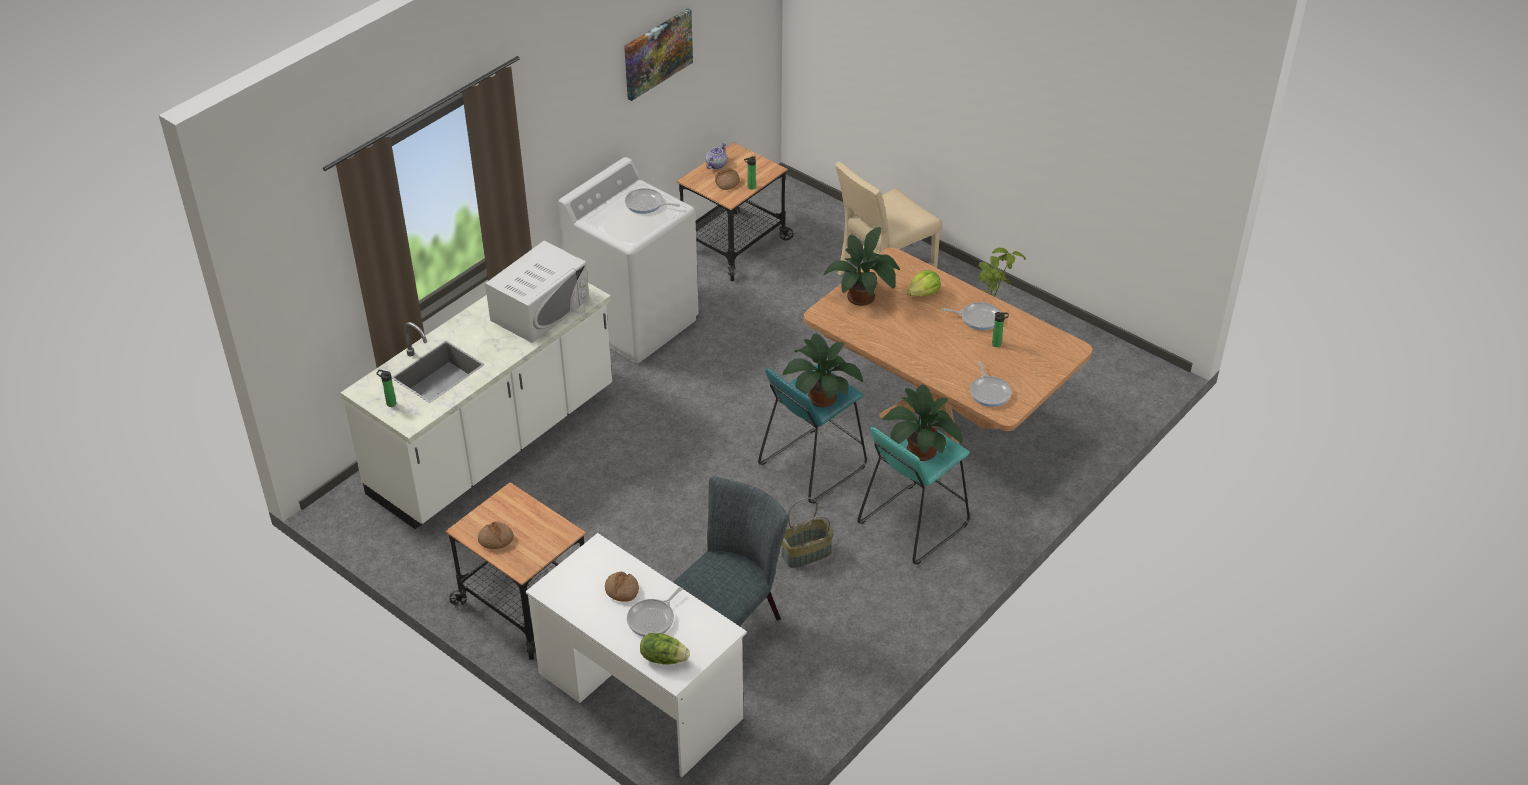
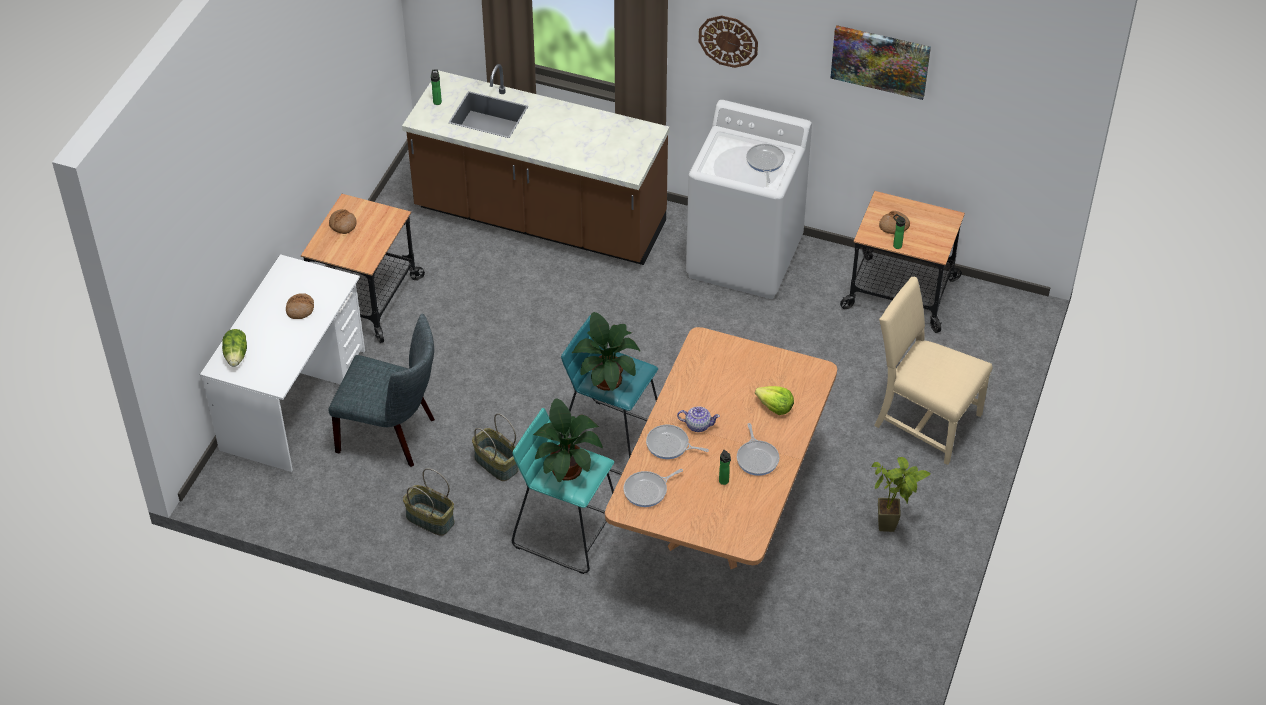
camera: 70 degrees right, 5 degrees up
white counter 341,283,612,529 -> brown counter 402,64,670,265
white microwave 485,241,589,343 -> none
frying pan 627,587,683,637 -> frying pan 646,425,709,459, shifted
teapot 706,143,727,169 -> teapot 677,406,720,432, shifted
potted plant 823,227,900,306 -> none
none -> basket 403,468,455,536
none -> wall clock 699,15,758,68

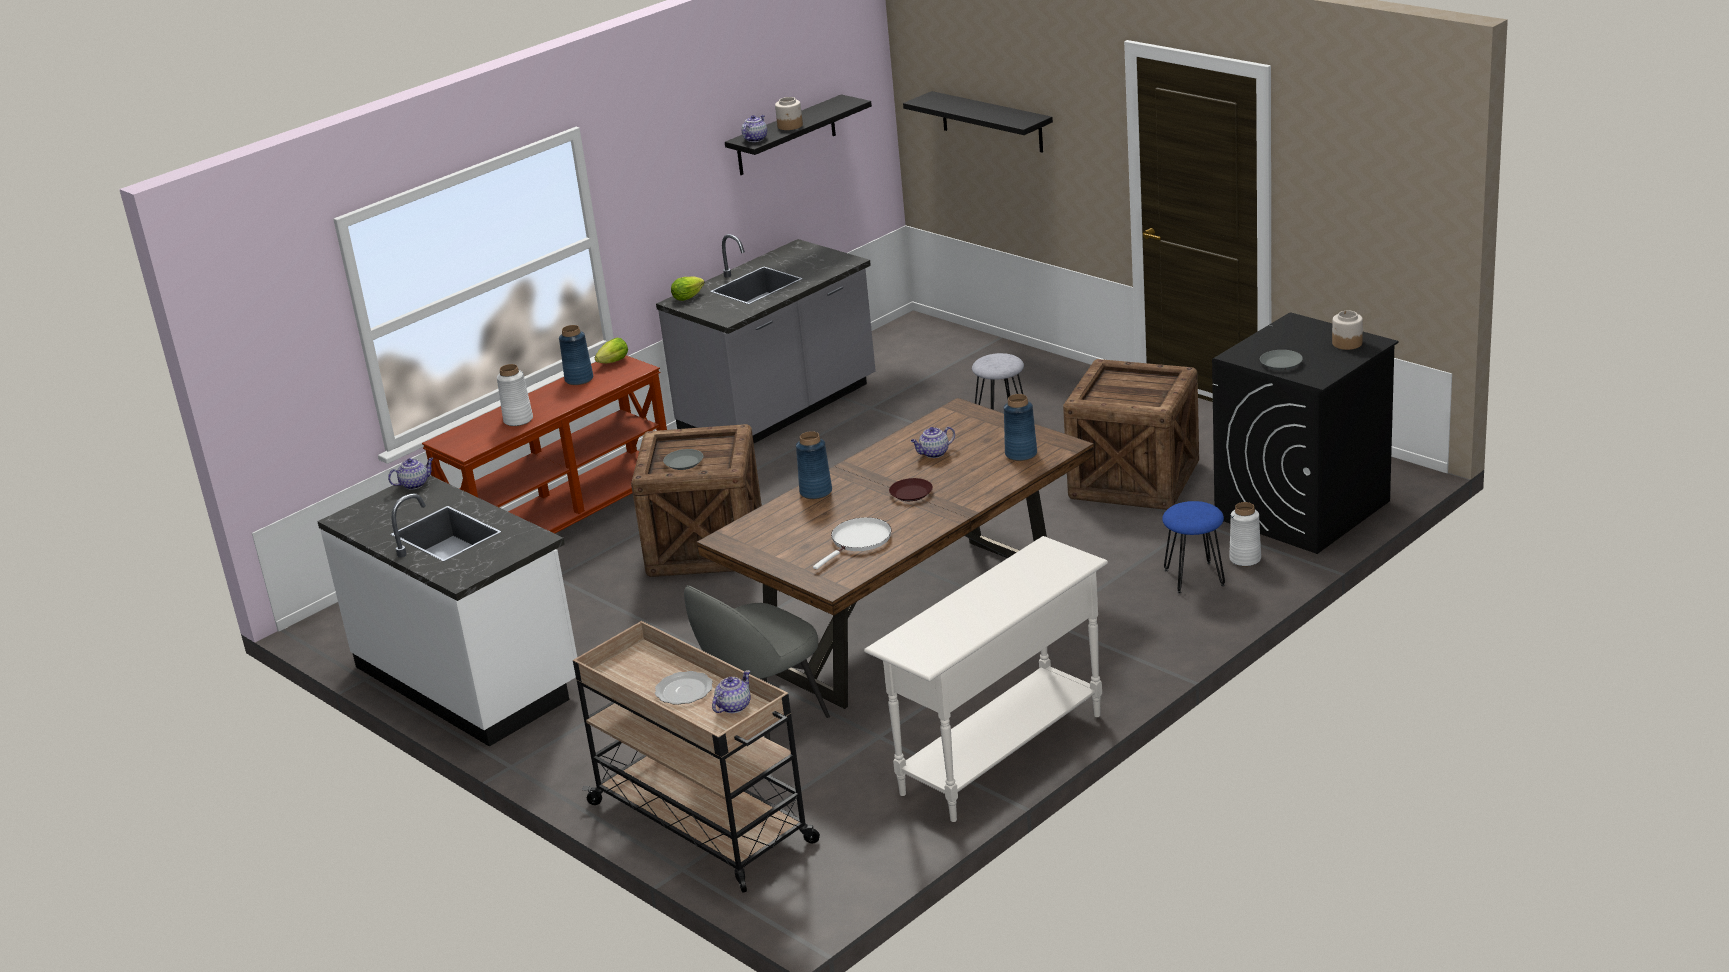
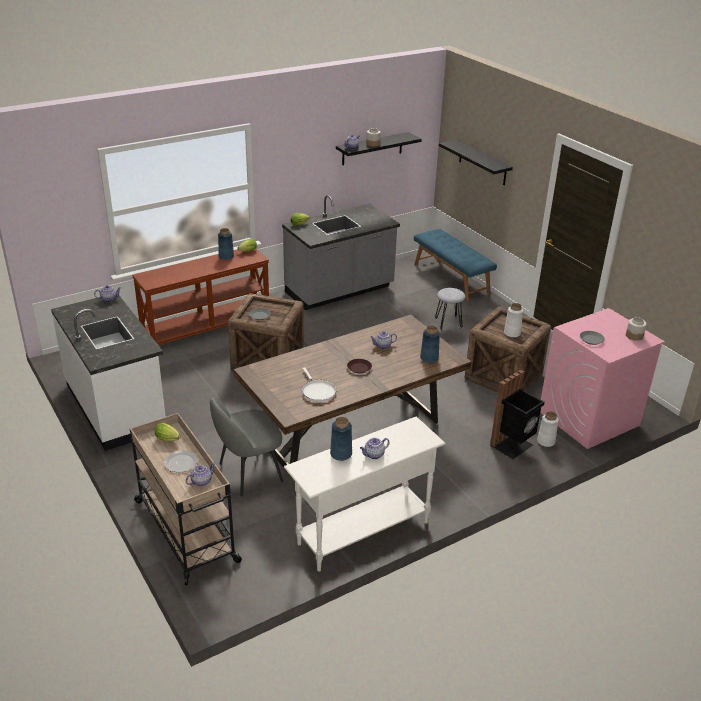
camera: 10 degrees right, 5 degrees up
white vase 497,364,533,426 -> white vase 504,303,523,338, shifted
blue vase 796,431,832,499 -> blue vase 330,417,352,461, shifted
white frying pan 813,517,892,570 -> white frying pan 302,367,336,402, 105 degrees clockwise
blue stool 1162,501,1225,594 -> black trash can 490,370,545,459
black washing machine 1212,312,1398,554 -> pink washing machine 540,308,665,449
none -> lettuce 155,423,181,441
none -> teapot 360,438,390,459
none -> blue bench 414,229,497,301

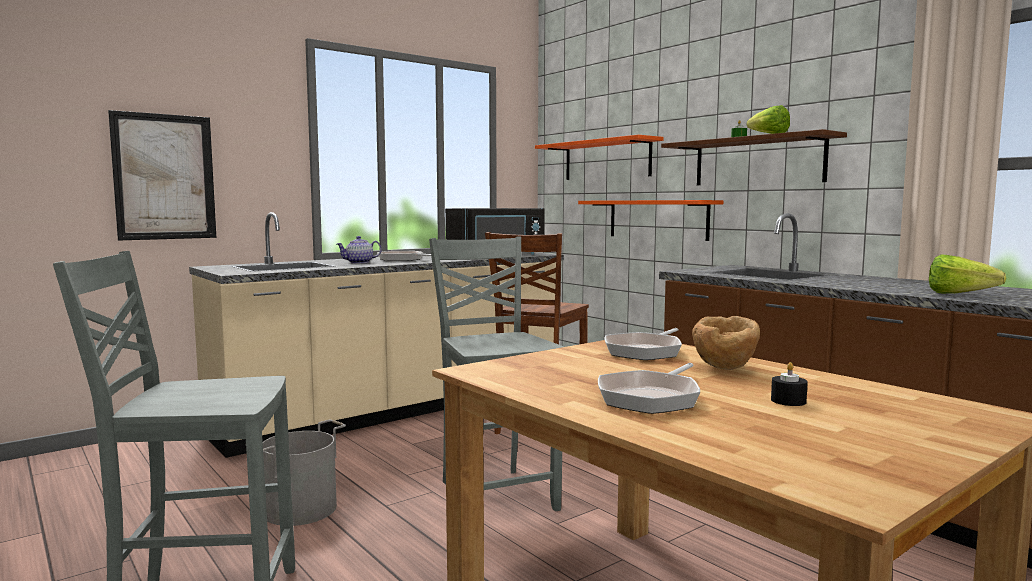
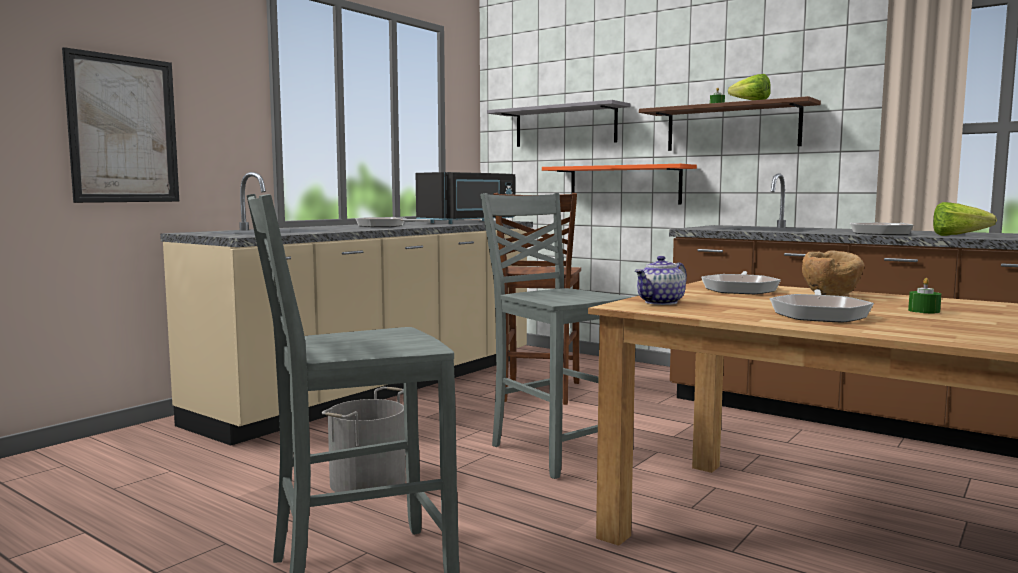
camera: 15 degrees left, 0 degrees up
teapot 337,236,382,264 -> teapot 635,256,687,305, shifted
orange shelf 535,135,664,180 -> grey shelf 487,100,630,147
black candle 771,362,808,406 -> green candle 908,278,941,313
none -> frying pan 850,223,914,235

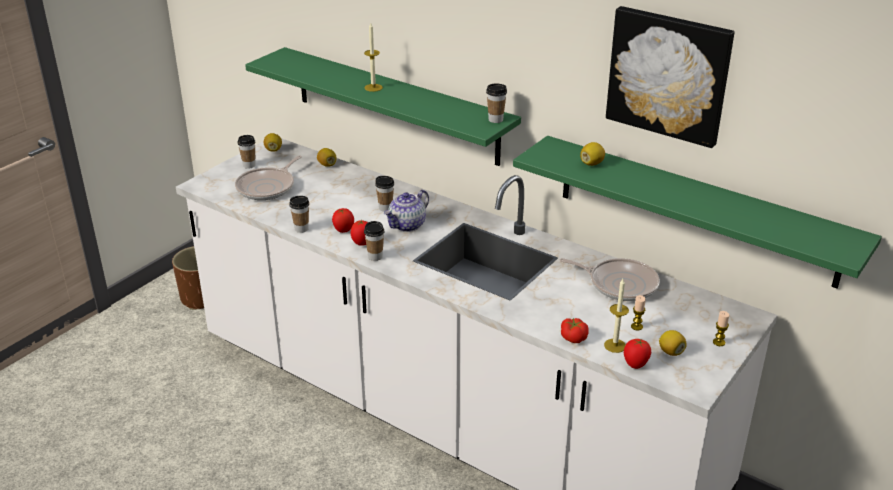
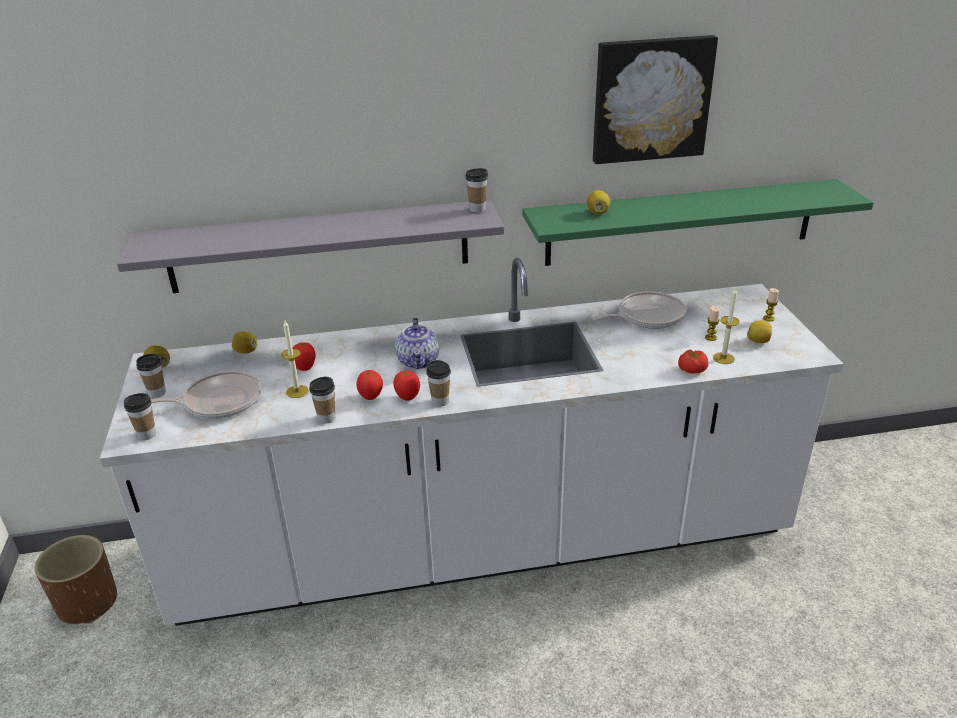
camera: 45 degrees left, 0 degrees up
frying pan 235,155,302,200 -> frying pan 151,371,261,419, 90 degrees counterclockwise
green shelf 245,47,521,166 -> grey shelf 117,200,504,293
candle 364,23,383,92 -> candle 281,320,308,398, shifted
cup 375,176,394,212 -> cup 124,393,156,440, shifted
tomato 624,339,651,369 -> tomato 292,342,316,371, shifted

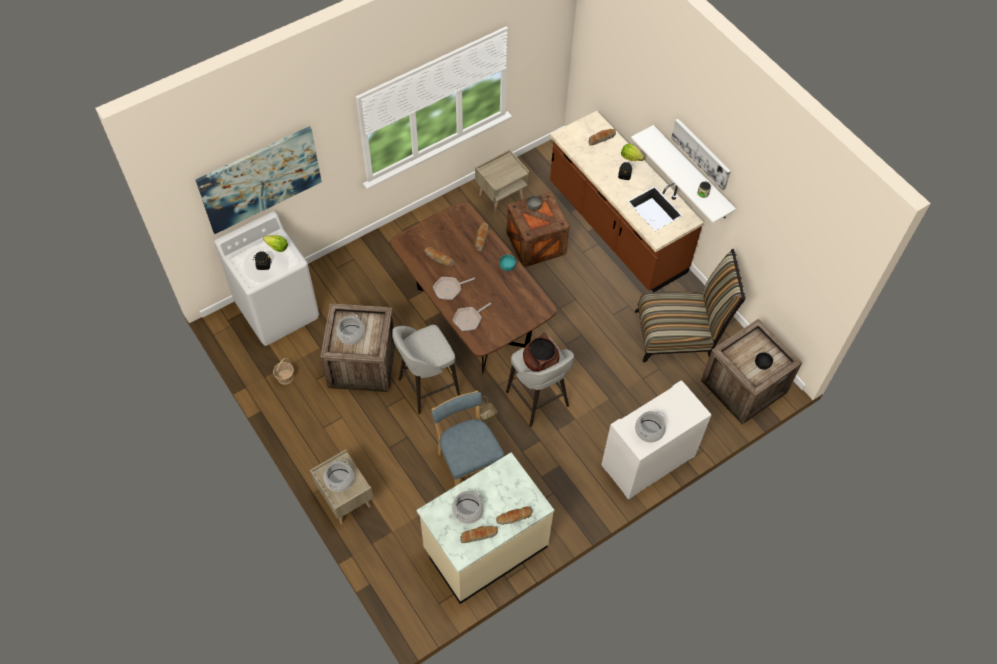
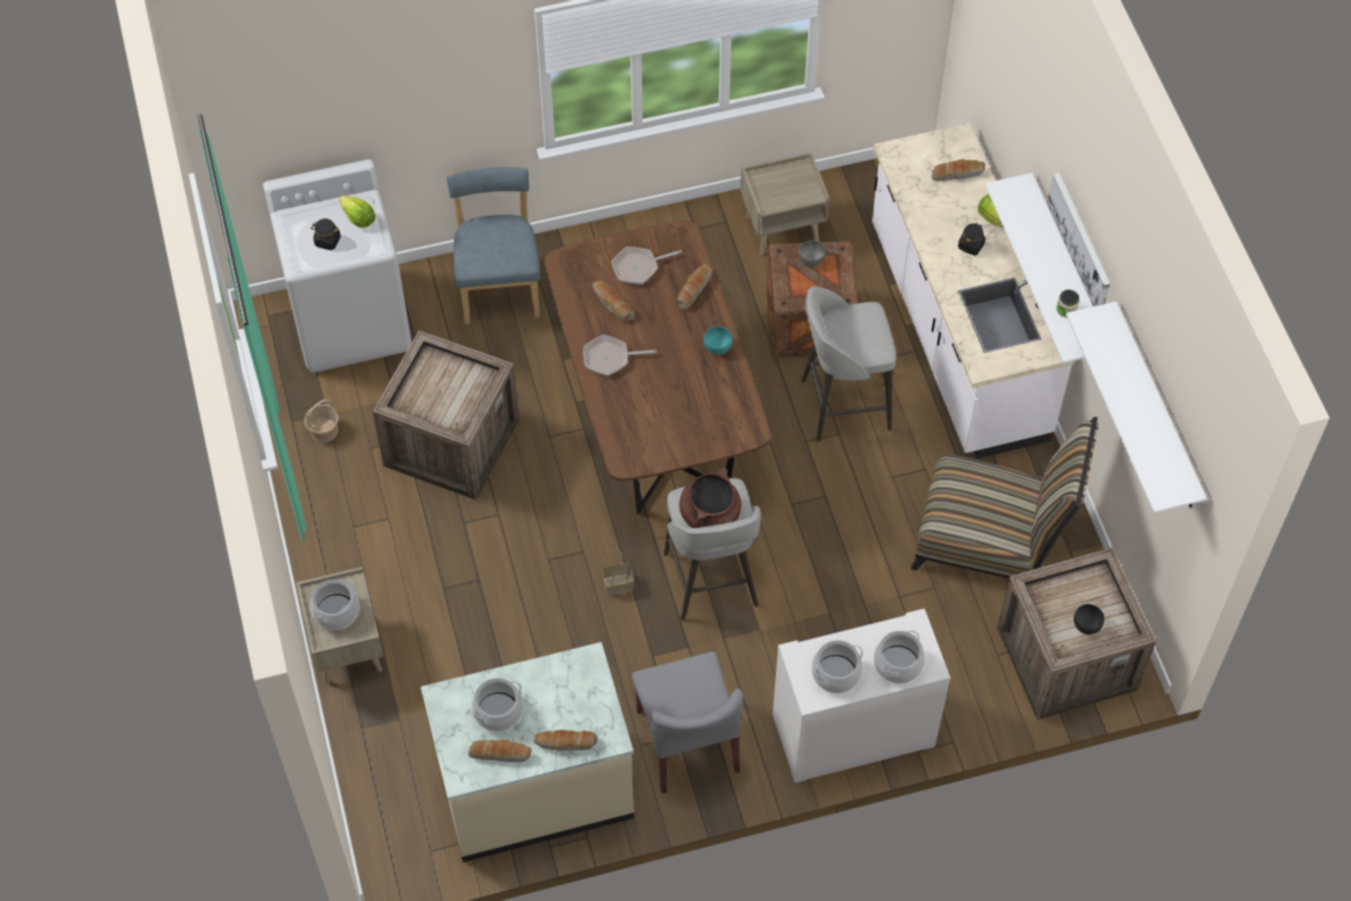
camera: 20 degrees right, 0 degrees up
picture 196,126,322,234 -> none
cooking pot 336,314,365,345 -> cooking pot 874,630,925,684, shifted
grey stool 392,325,460,414 -> grey stool 801,287,896,442, shifted
blue chair 431,391,504,486 -> blue chair 447,166,540,325, shifted
frying pan 452,302,492,331 -> frying pan 611,247,682,285, shifted
brown counter 550,111,704,292 -> white counter 872,123,1074,459
none -> grey chair 632,652,743,793
none -> white shelf 1066,301,1207,513

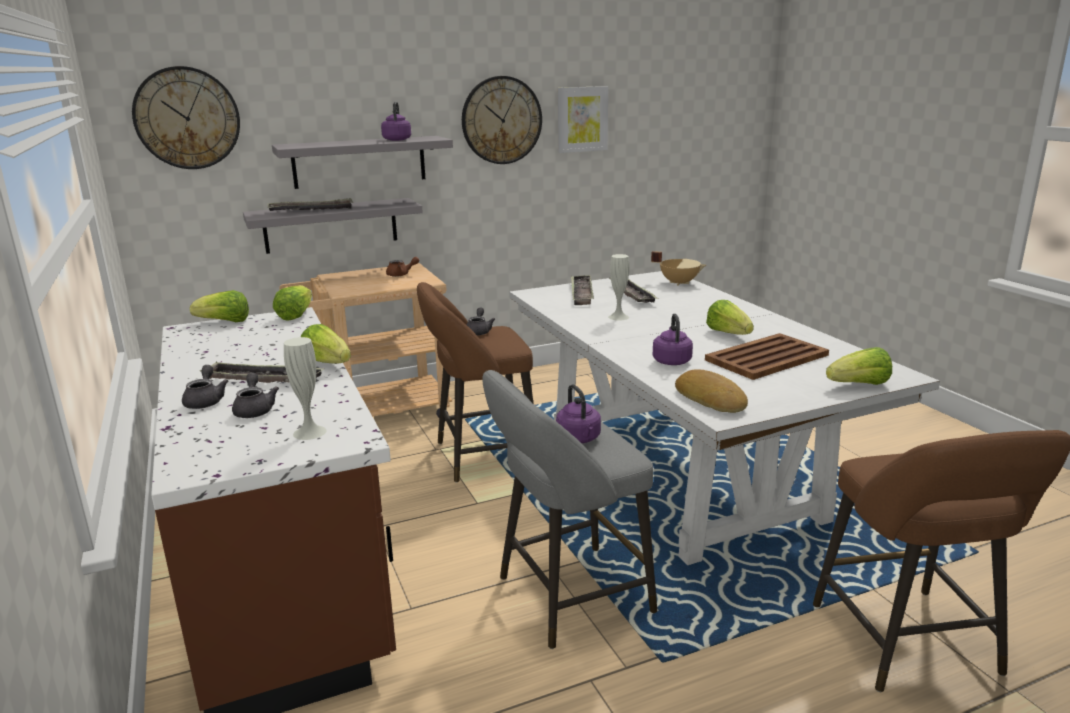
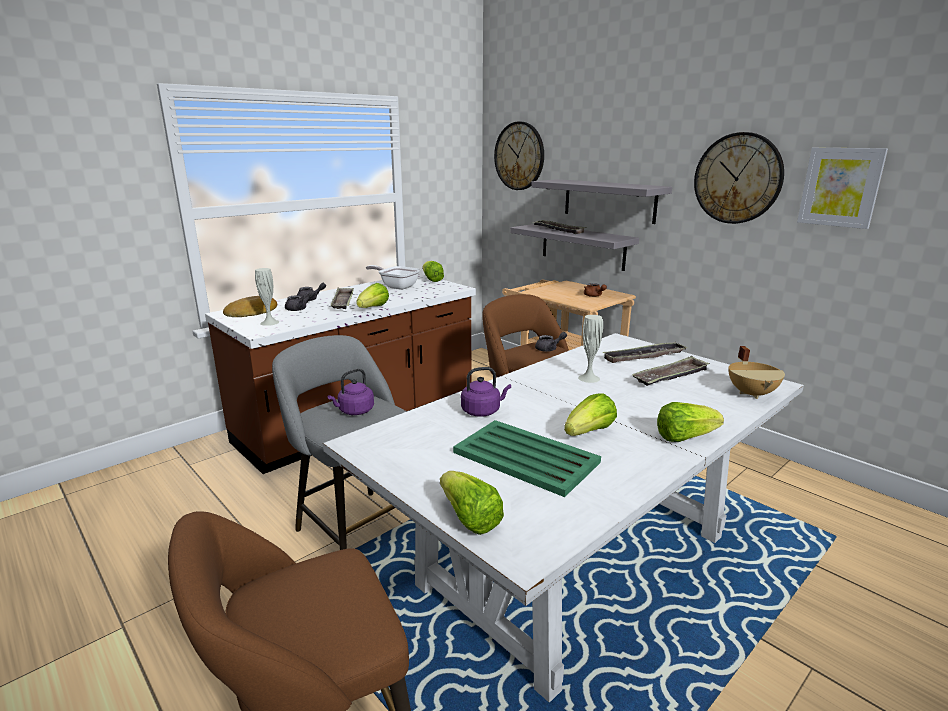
camera: 70 degrees right, 0 degrees up
lettuce 273,285,312,321 -> lettuce 657,402,724,442, shifted
purple kettle 381,102,411,141 -> none
bread 675,369,748,413 -> bread 223,296,277,317, shifted
brown tray 705,333,829,380 -> green tray 453,420,601,497
none -> frying pan 366,265,420,290

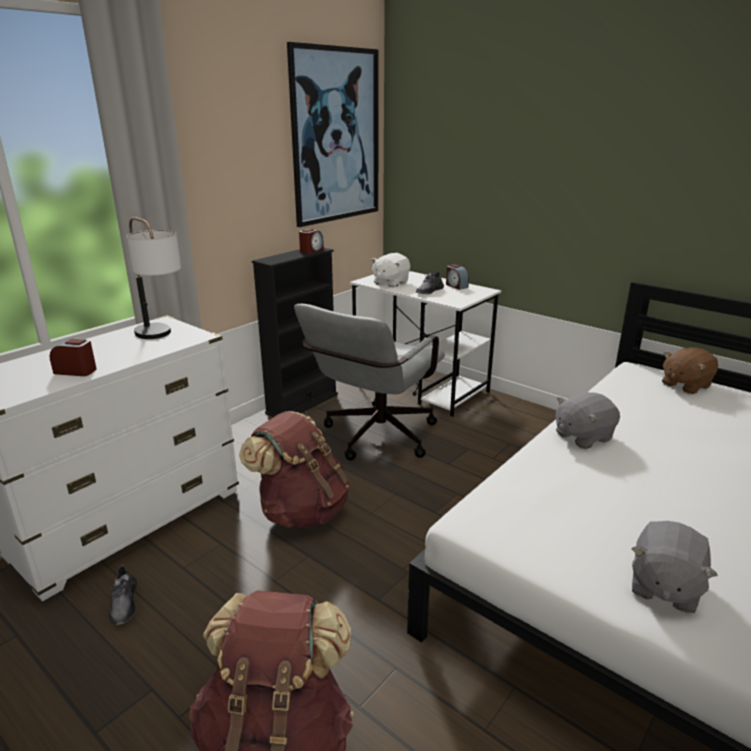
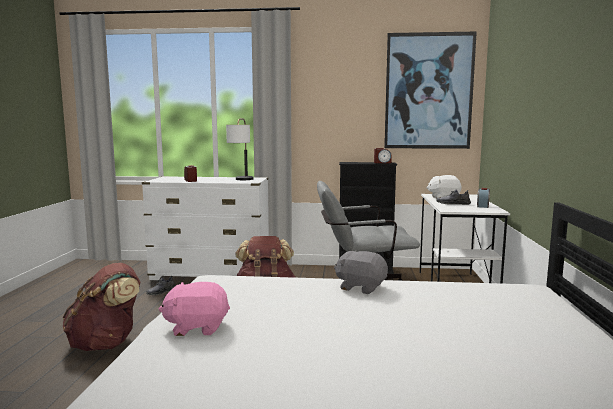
camera: 55 degrees right, 15 degrees down
grey plush toy 632,521,718,613 -> pink plush toy 159,282,230,336
brown plush toy 662,347,718,394 -> none

